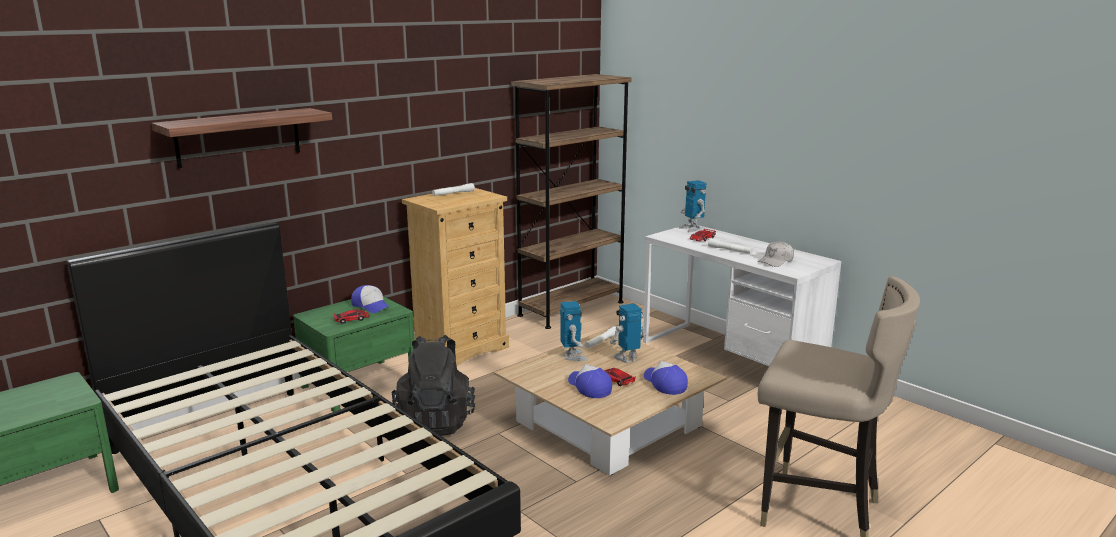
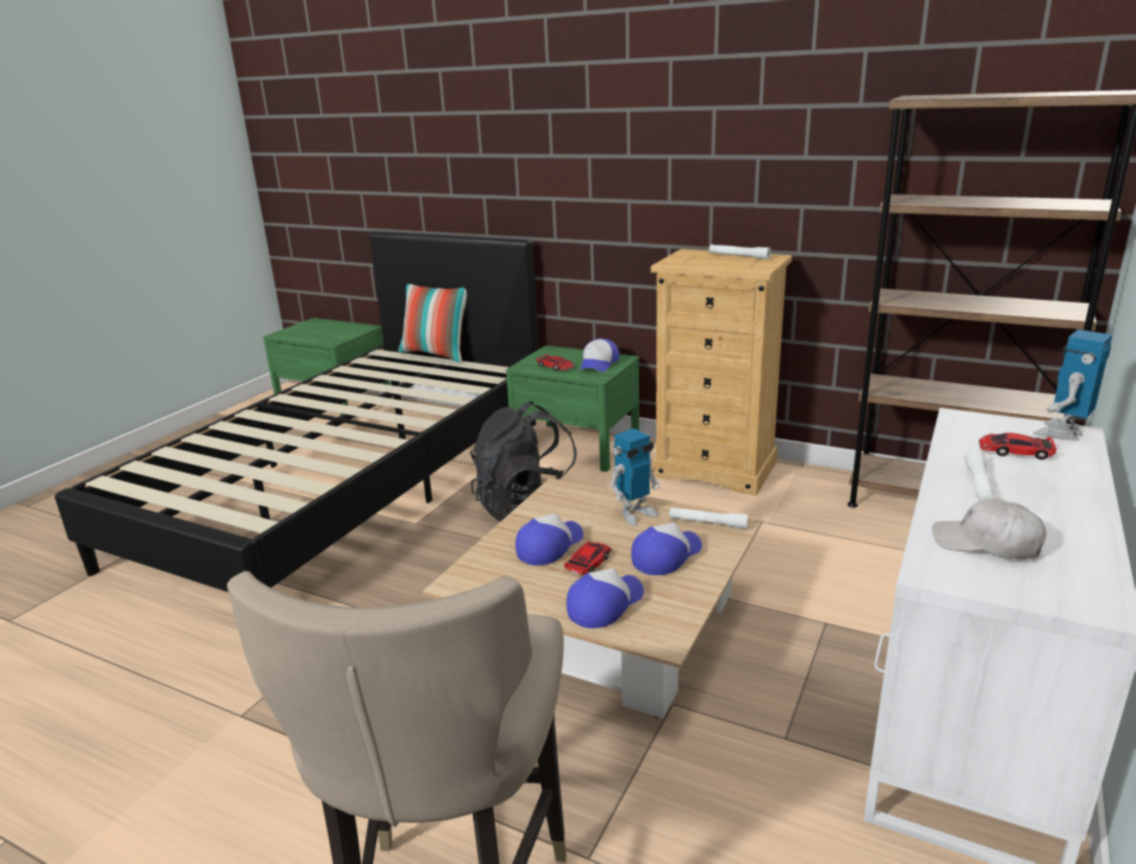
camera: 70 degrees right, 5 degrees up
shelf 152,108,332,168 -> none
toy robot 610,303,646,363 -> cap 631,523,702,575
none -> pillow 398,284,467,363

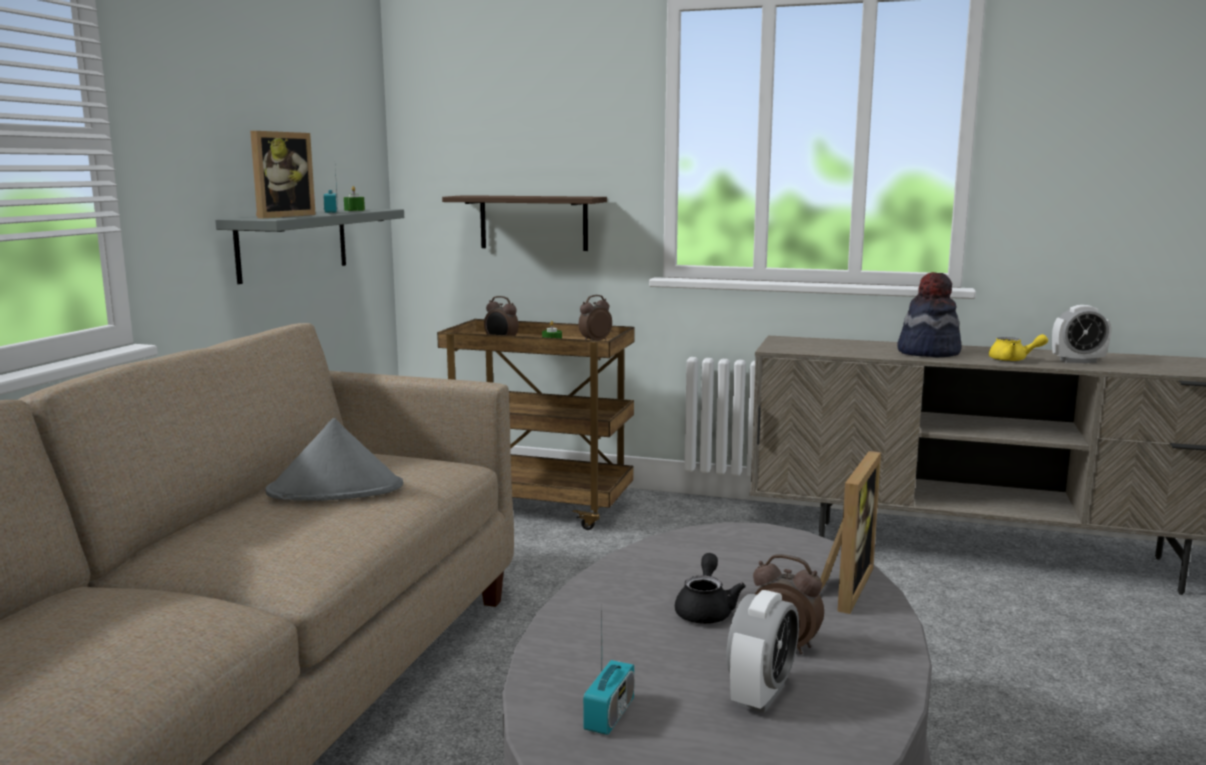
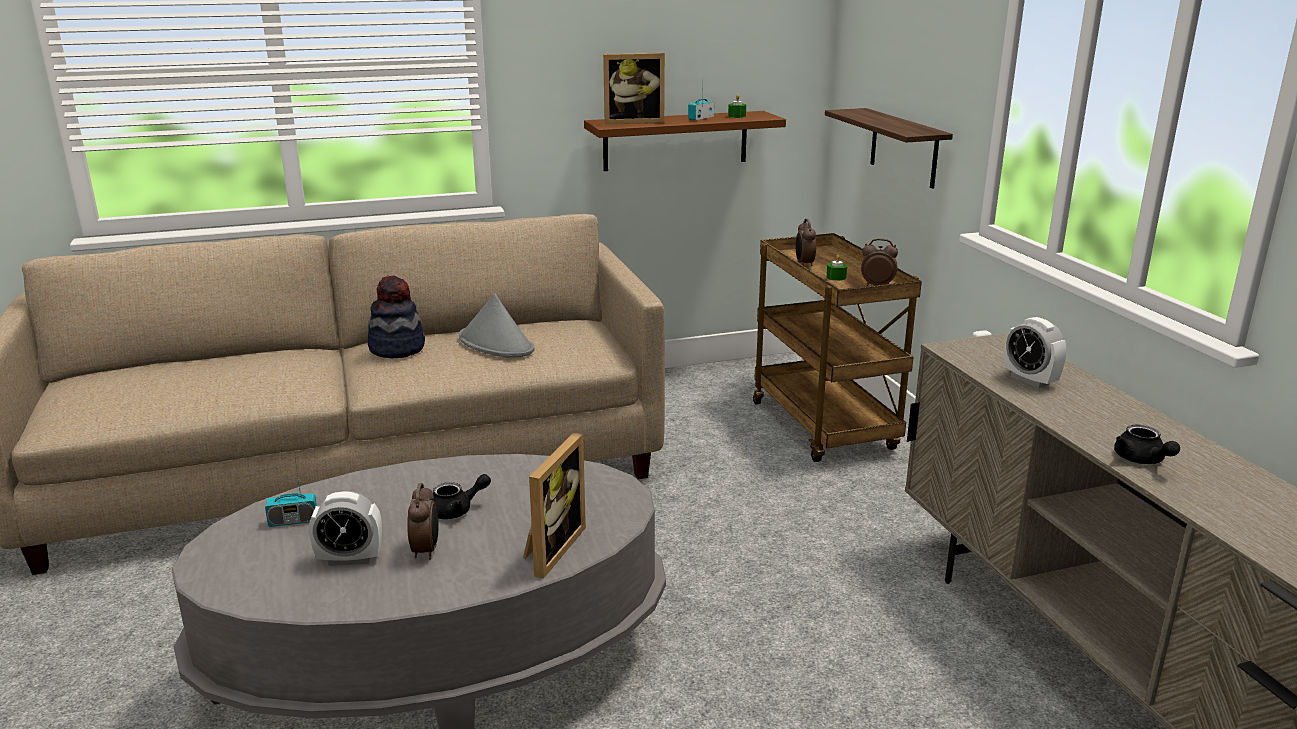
camera: 55 degrees right, 10 degrees up
grey shelf 215,209,404,284 -> brown shelf 584,111,786,171
picture frame 820,450,881,614 -> picture frame 523,432,586,579, 60 degrees counterclockwise
hat 897,272,962,357 -> hat 368,276,425,359, shifted
yellow teapot 989,334,1048,362 -> black teapot 1114,424,1180,464
alarm clock 1052,305,1111,363 -> alarm clock 1004,317,1067,388, shifted

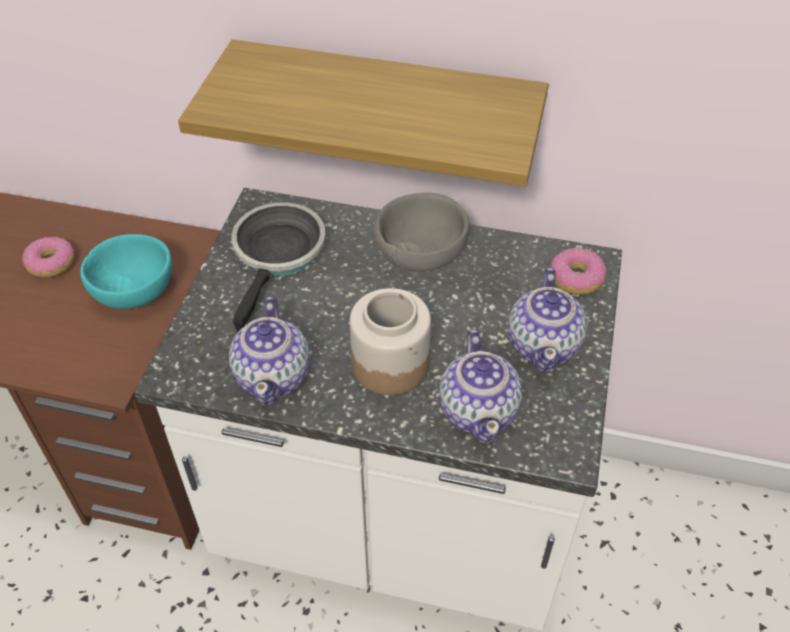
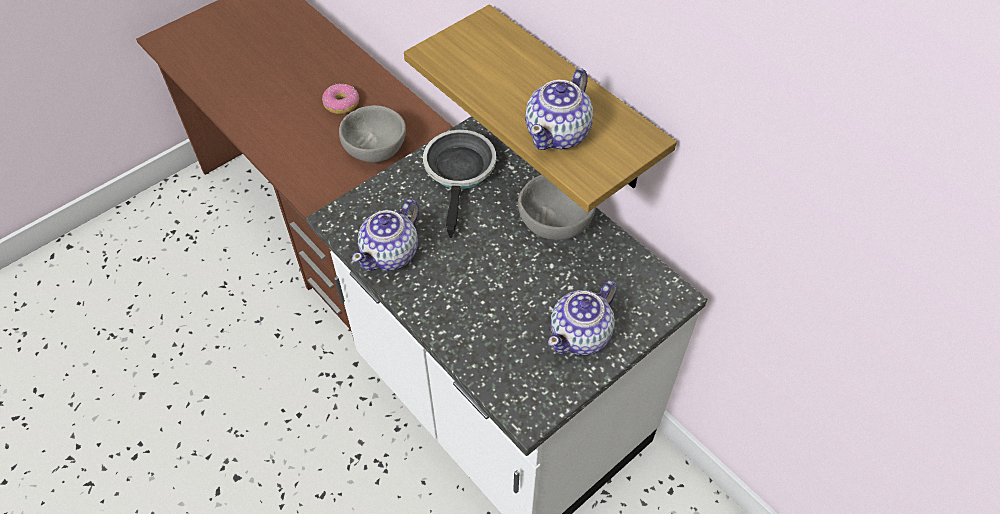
camera: 35 degrees right, 5 degrees up
turquoise bowl 80,234,172,309 -> grey bowl 339,105,406,163
frying pan 232,202,326,333 -> frying pan 423,130,496,238, 45 degrees counterclockwise
jar 350,288,431,395 -> none
teapot 439,329,522,443 -> teapot 525,68,593,150, shifted
donut 551,248,607,294 -> none

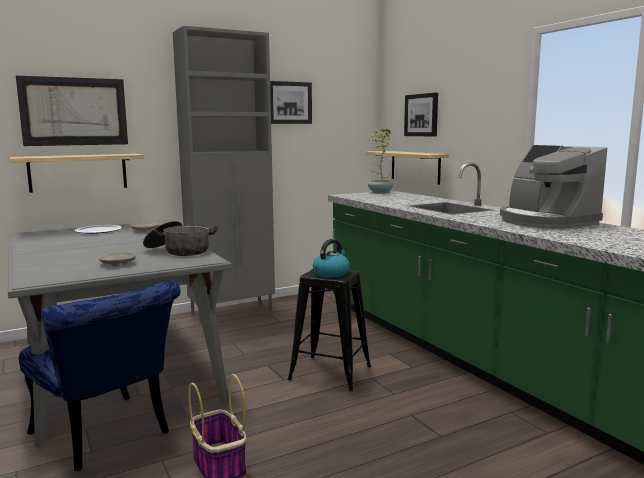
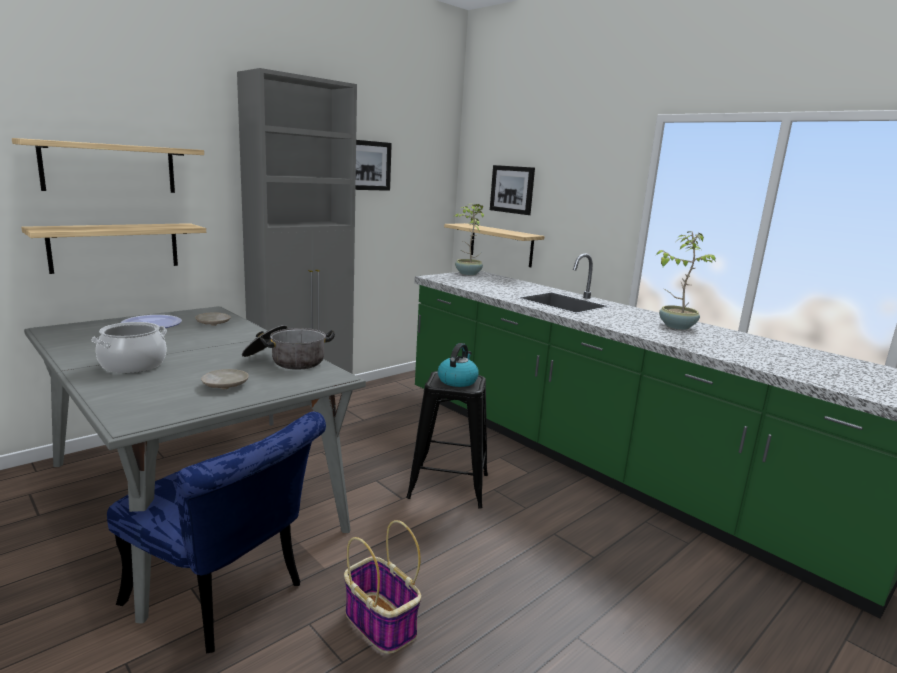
camera: 15 degrees left, 5 degrees up
picture 16,76,128,146 -> shelf 12,138,204,193
coffee machine 500,145,607,229 -> potted plant 656,231,716,330
none -> cooking pot 91,322,167,373

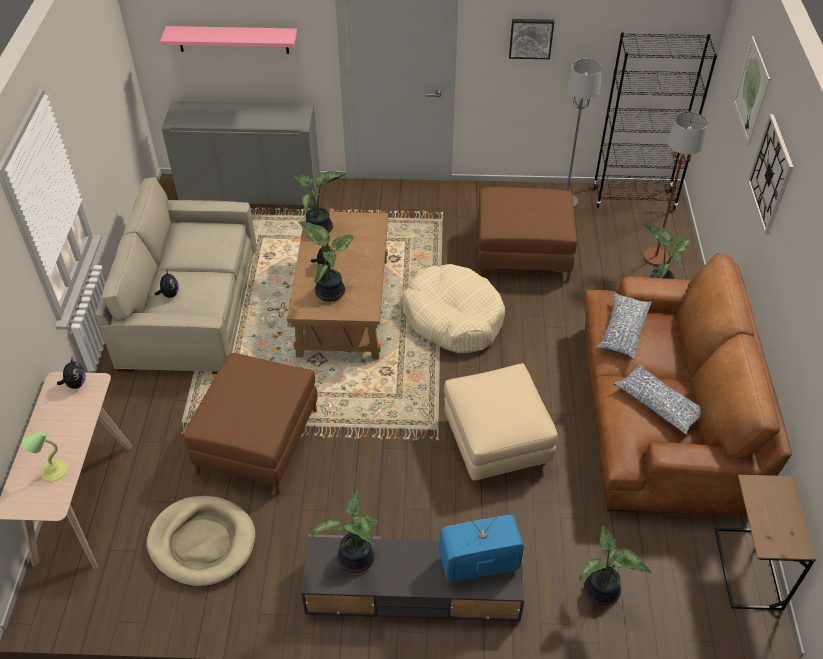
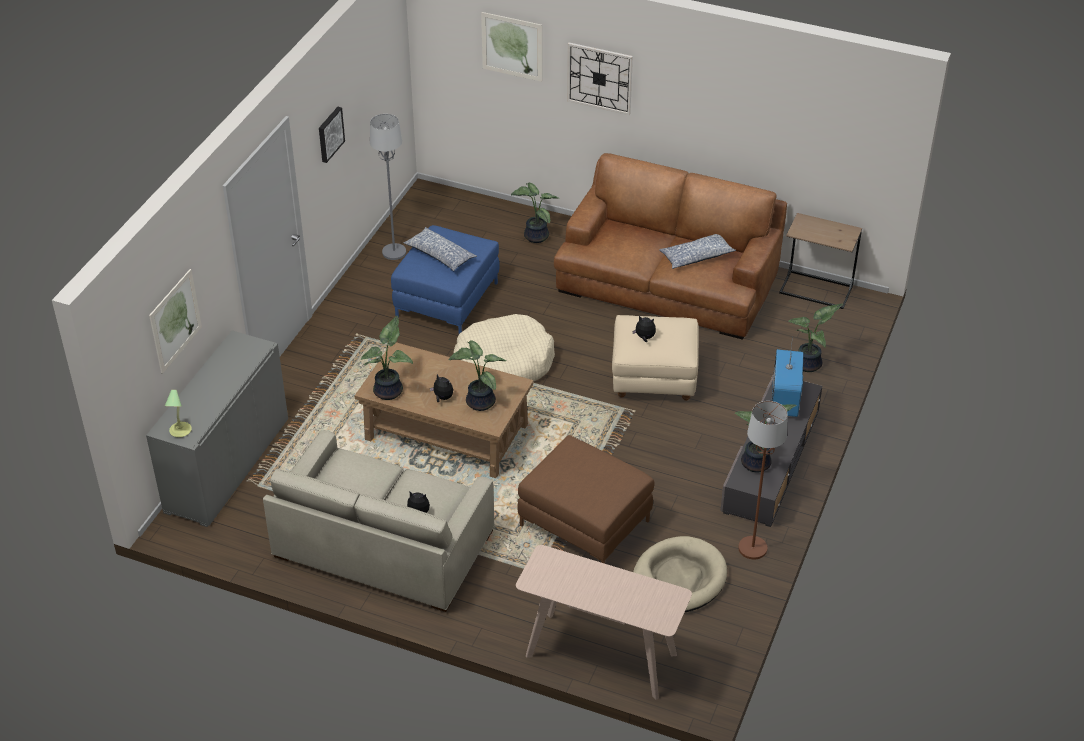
camera: 70 degrees left, 5 degrees down
table lamp 22,431,68,481 -> table lamp 165,390,192,437, shifted
plush toy 57,358,86,389 -> plush toy 632,316,656,342, shifted
pink shelf 160,26,297,54 -> picture 149,269,202,374
brown ottoman 477,187,577,282 -> blue ottoman 391,225,500,334
black bookcase 593,32,717,209 -> none
pillow 596,293,652,360 -> pillow 403,227,477,271, shifted
brown floor lamp 643,112,708,266 -> brown floor lamp 738,401,788,559, shifted

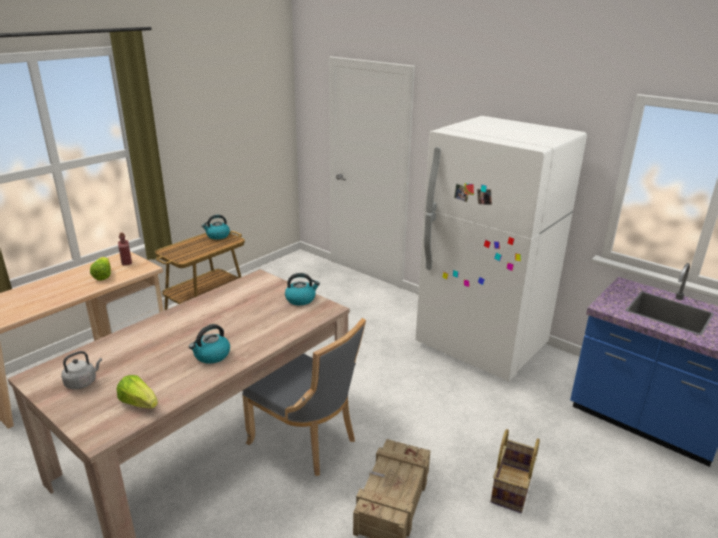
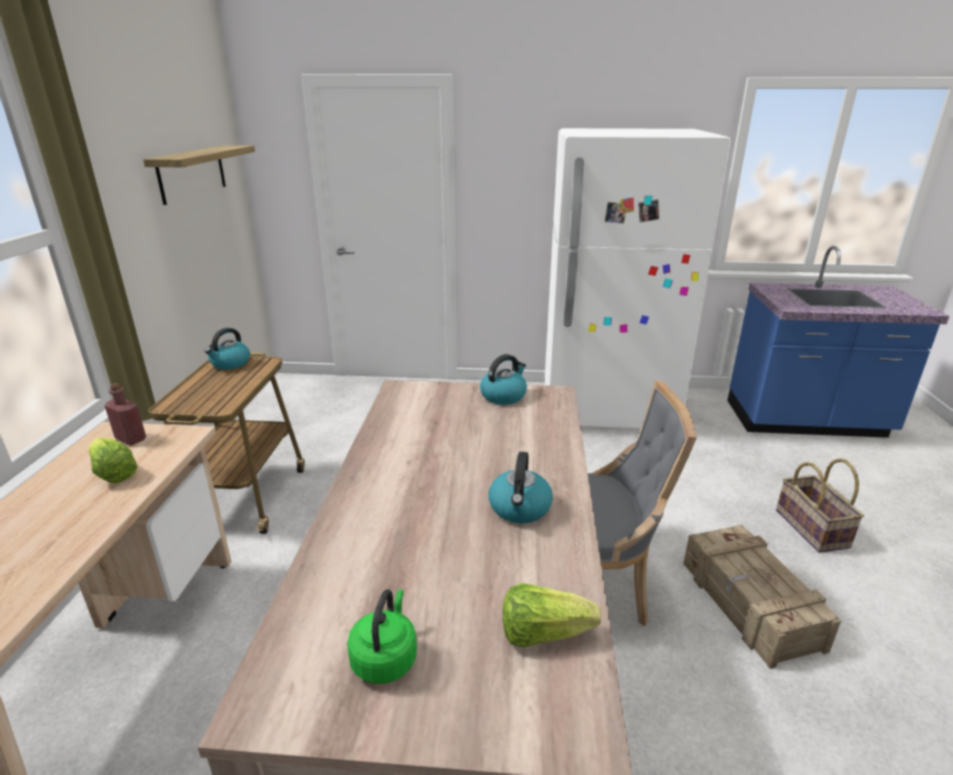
camera: 35 degrees left, 0 degrees up
grey kettle 61,351,102,390 -> green kettle 347,589,417,684
none -> shelf 143,145,255,205

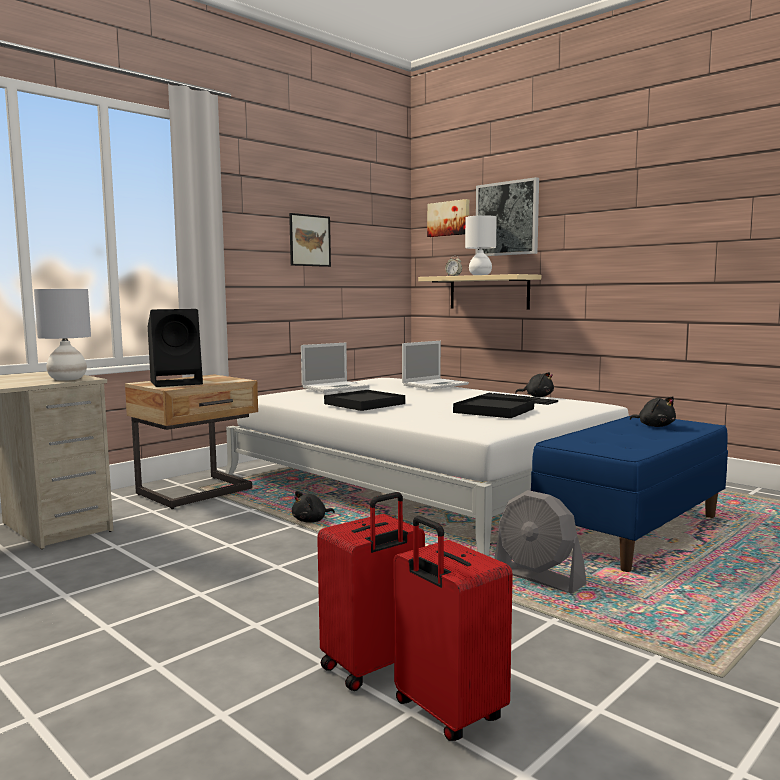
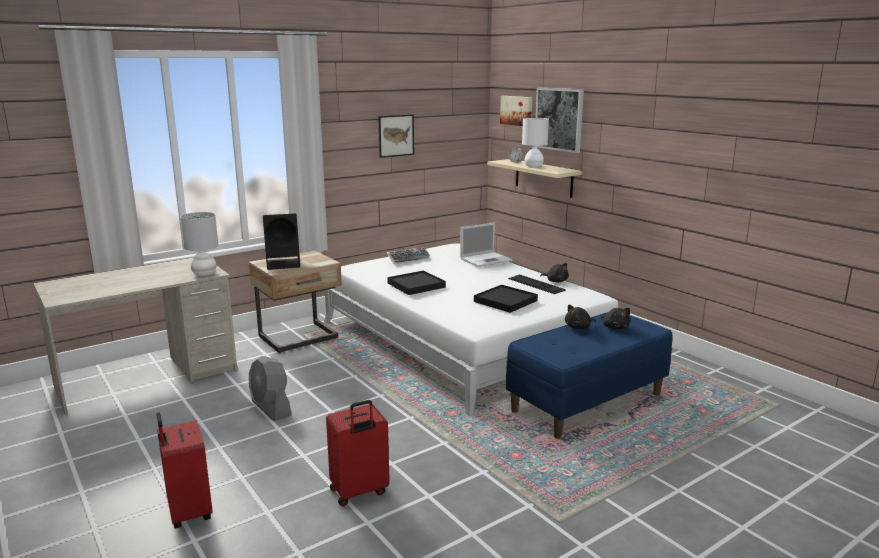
camera: 10 degrees right, 10 degrees up
black plush toy 292,491,335,523 -> black plush toy 565,304,596,329, shifted
laptop 301,342,369,392 -> keyboard 386,247,430,264
red suitcase 394,516,513,741 -> red suitcase 156,412,213,528, shifted
grey fan 494,490,587,594 -> grey fan 249,356,291,421, shifted

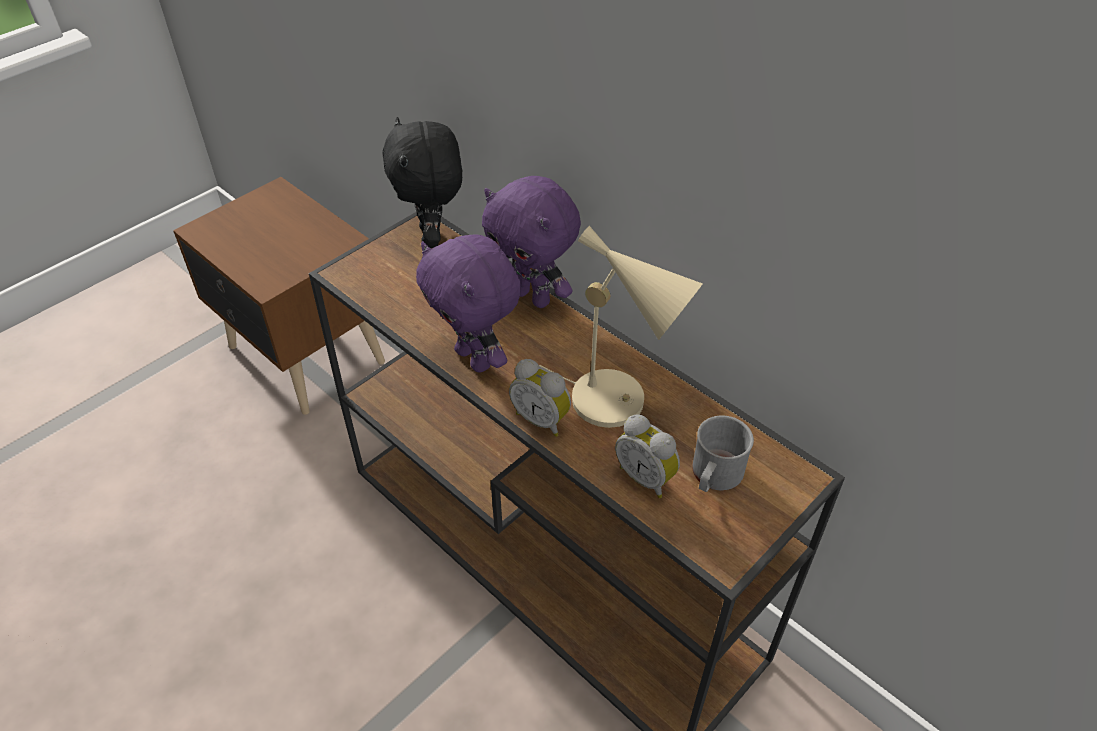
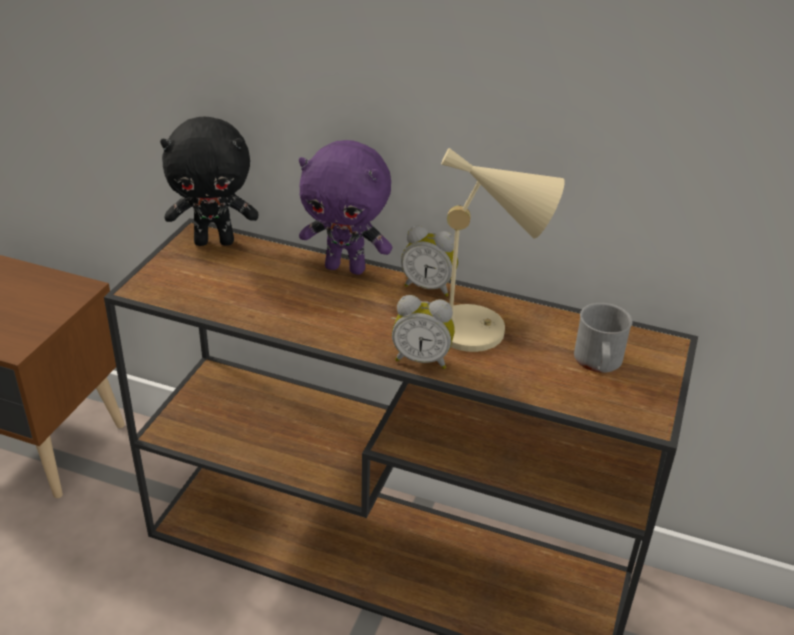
camera: 25 degrees left, 10 degrees down
black plush toy 383,117,462,248 -> black plush toy 160,117,258,246, 60 degrees counterclockwise
purple plush toy 416,234,521,373 -> none
alarm clock 615,414,680,498 -> alarm clock 401,225,458,297, shifted

